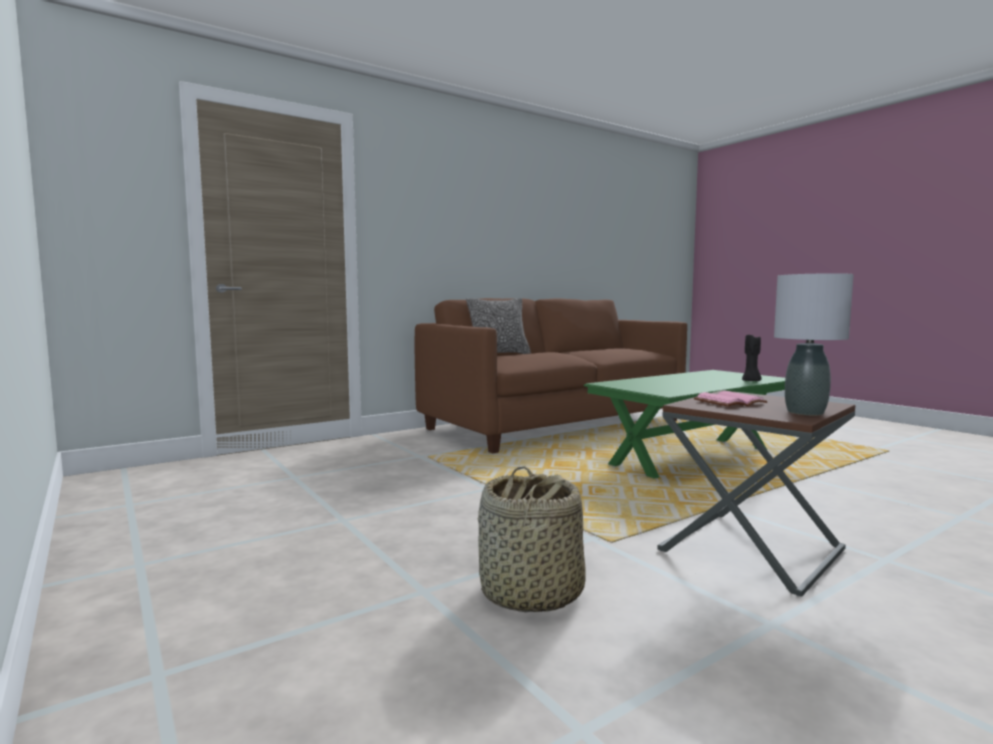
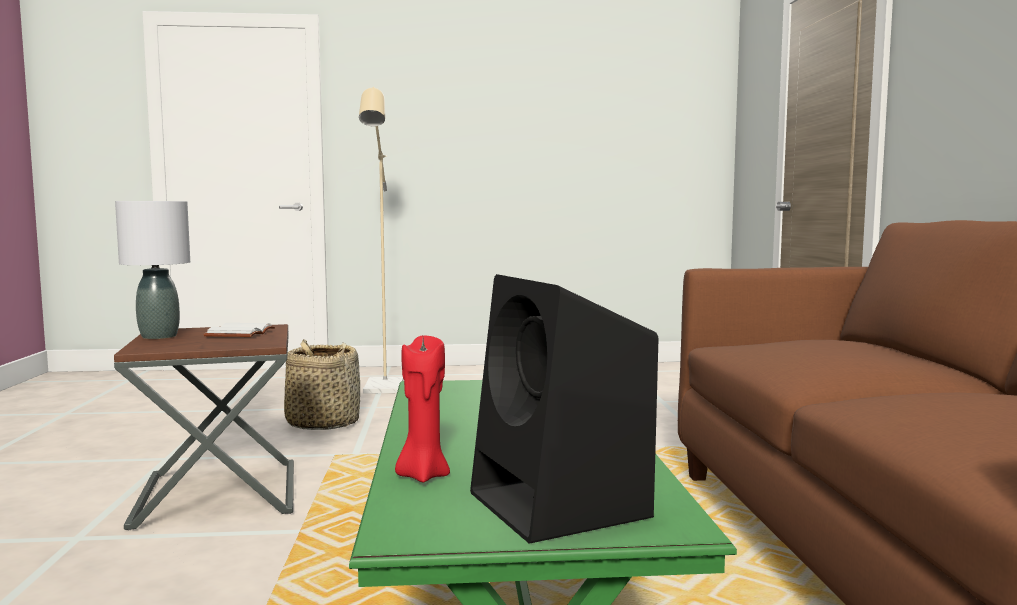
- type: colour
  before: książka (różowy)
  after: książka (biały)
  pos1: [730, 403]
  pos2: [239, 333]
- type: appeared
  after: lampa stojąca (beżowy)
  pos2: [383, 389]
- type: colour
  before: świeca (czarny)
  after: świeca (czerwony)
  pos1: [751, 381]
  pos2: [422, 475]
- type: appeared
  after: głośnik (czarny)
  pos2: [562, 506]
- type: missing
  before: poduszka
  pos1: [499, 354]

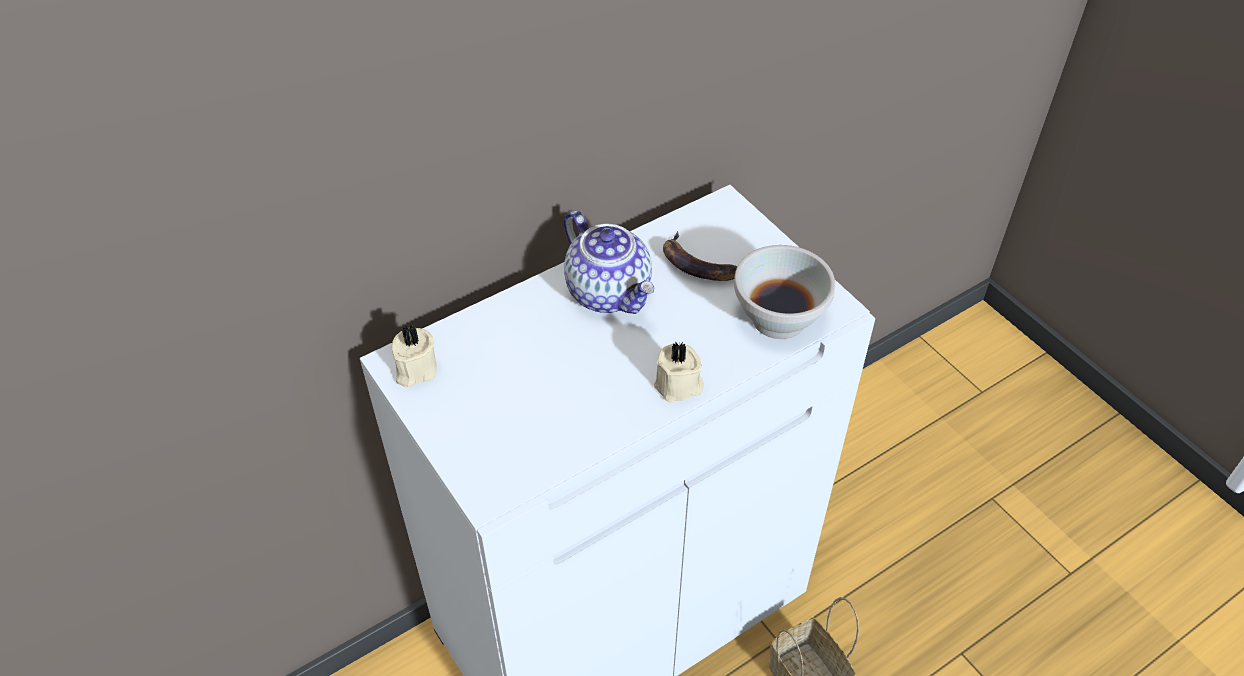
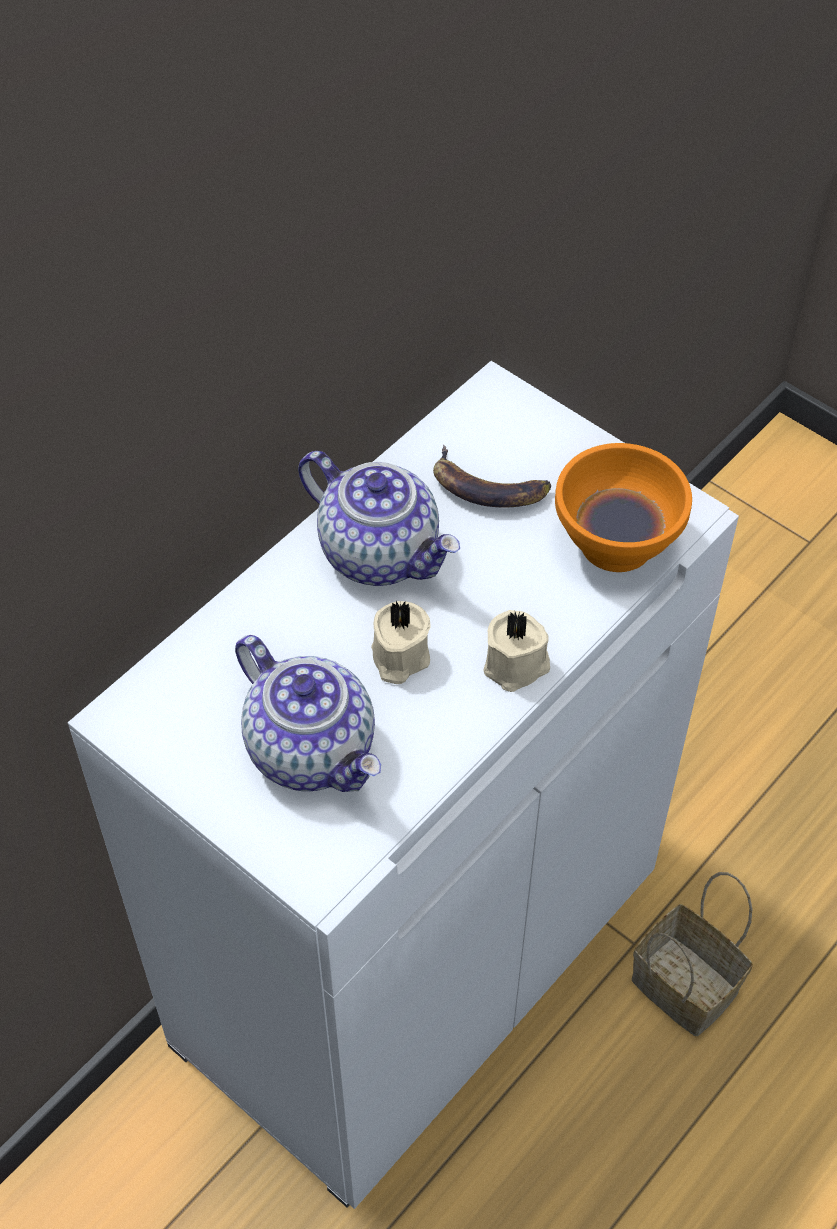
- type: appeared
  after: imbryk
  pos2: [313, 749]
- type: relocated
  before: świeca (beżowy)
  pos1: [415, 370]
  pos2: [398, 658]
- type: colour
  before: miska (biały)
  after: miska (pomarańczowy)
  pos1: [777, 318]
  pos2: [614, 543]

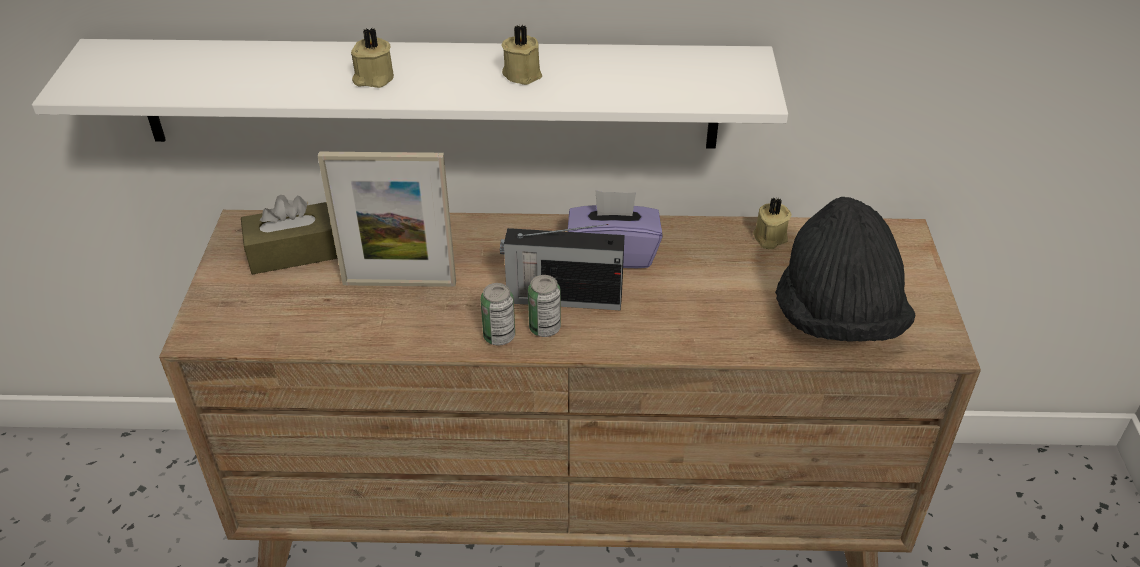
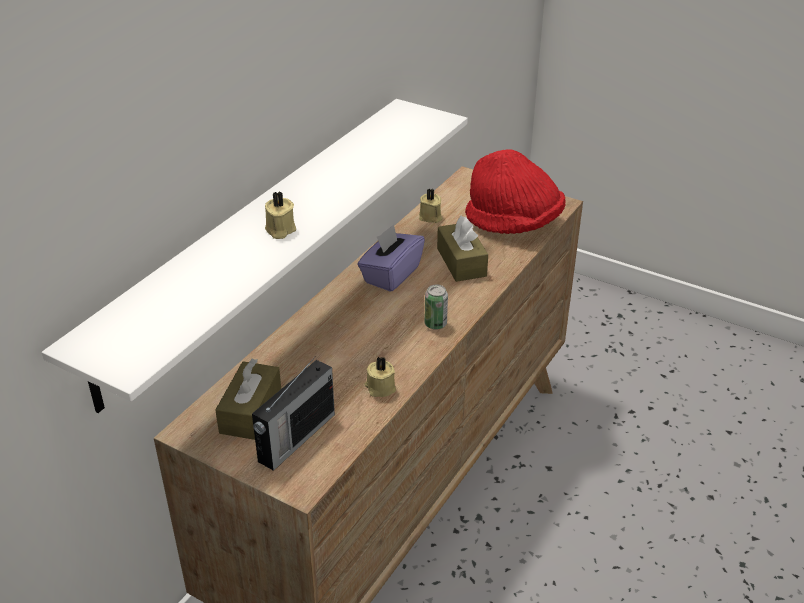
- type: relocated
  before: radio
  pos1: [562, 298]
  pos2: [295, 438]
- type: relocated
  before: świeca (beżowy)
  pos1: [522, 73]
  pos2: [380, 388]
- type: appeared
  after: pudełko chusteczek (brązowy)
  pos2: [461, 262]
- type: colour
  before: kapelusz (czarny)
  after: kapelusz (czerwony)
  pos1: [836, 318]
  pos2: [514, 224]
- type: missing
  before: ramka na zdjęcie
  pos1: [399, 283]
- type: missing
  before: puszka
  pos1: [499, 336]

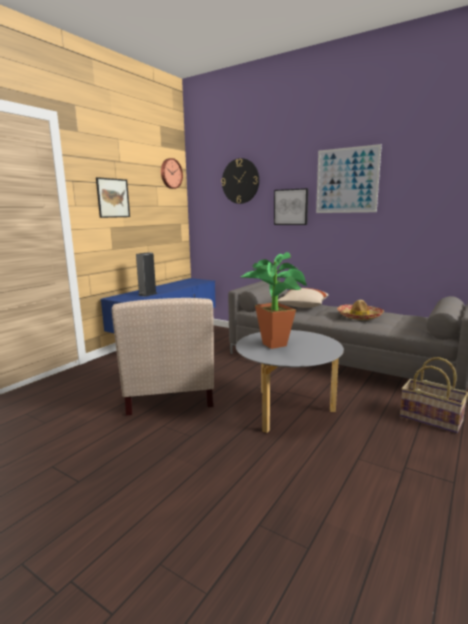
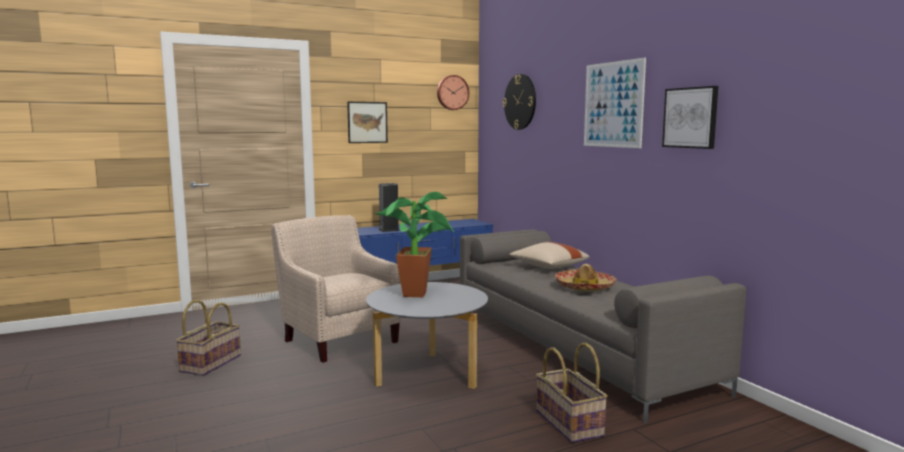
- type: appeared
  after: koszyk
  pos2: [210, 363]
- type: spun
  before: fotel (beżowy)
  pos1: [168, 398]
  pos2: [339, 338]
  turn: 120
- type: relocated
  before: obraz
  pos1: [291, 207]
  pos2: [690, 117]

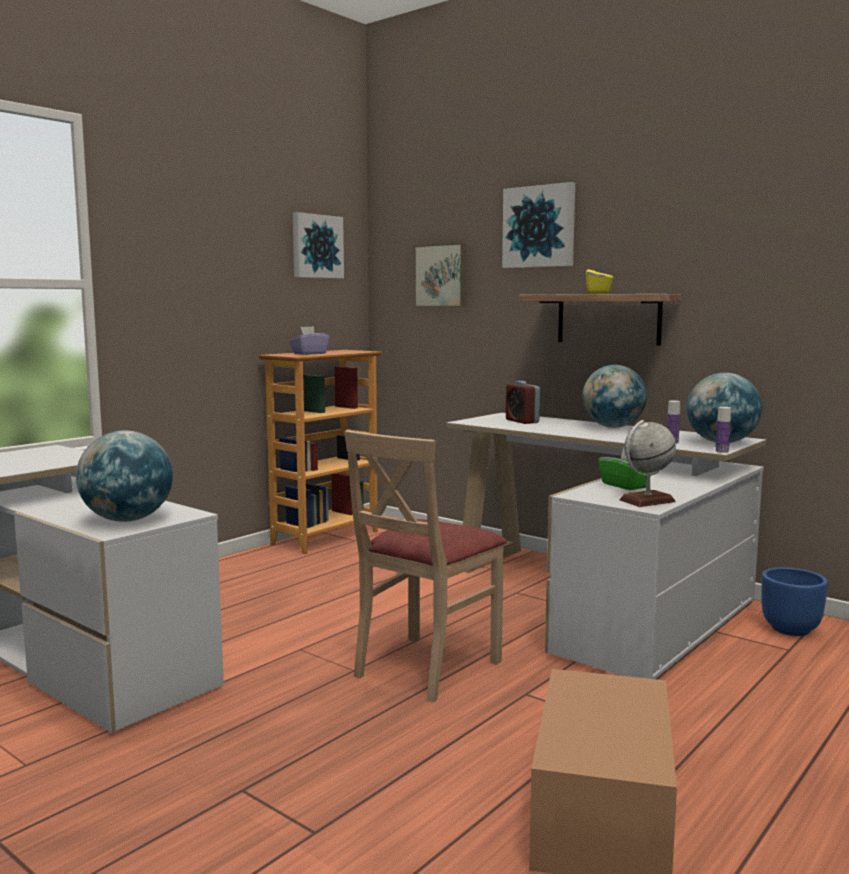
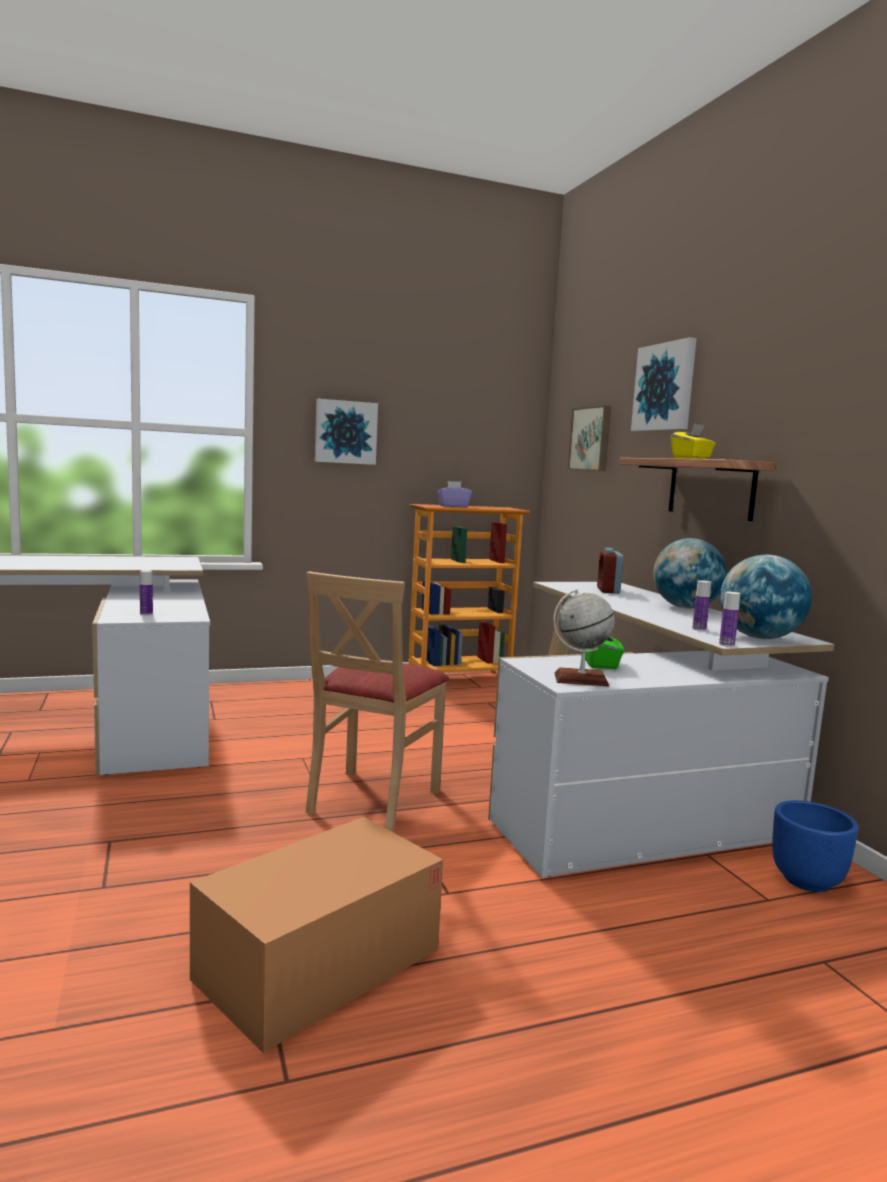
- type: exchanged
  before: globus
  after: butelka
  pos1: [127, 520]
  pos2: [146, 614]
- type: spun
  before: krzesło (beżowy)
  pos1: [425, 667]
  pos2: [372, 800]
  turn: -45
- type: relocated
  before: obraz
  pos1: [316, 246]
  pos2: [345, 432]

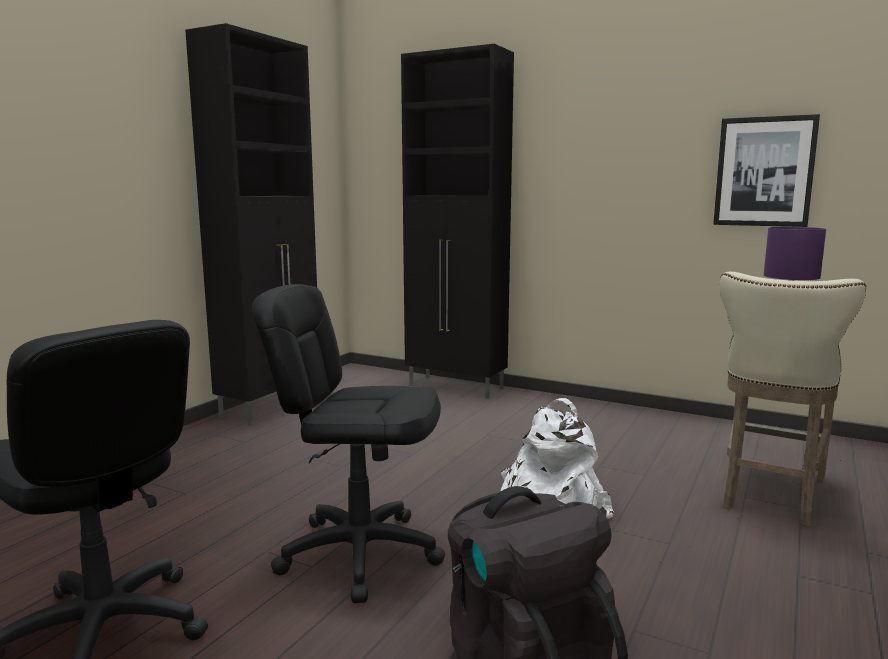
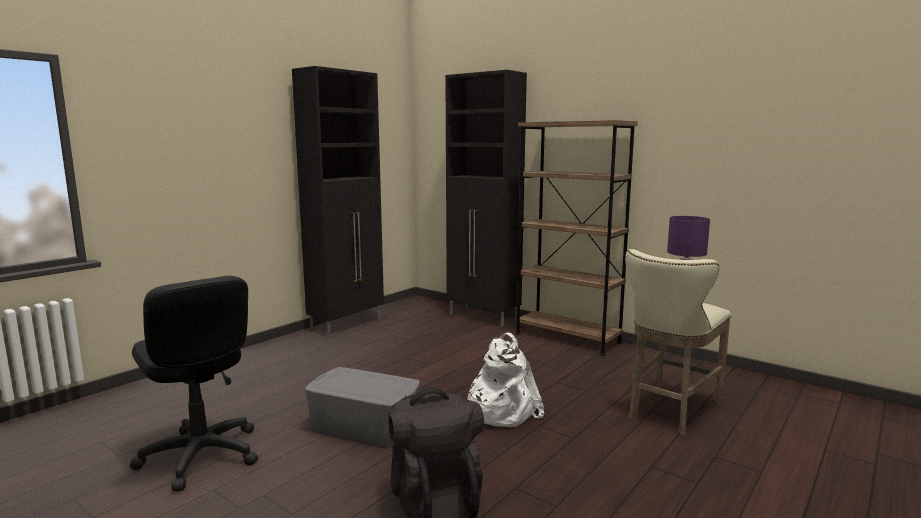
- type: exchanged
  before: krzesło biurowe (czarny)
  after: pojemnik do przechowywania (szary)
  pos1: [359, 553]
  pos2: [364, 426]
- type: appeared
  after: regał (brązowy)
  pos2: [567, 338]
- type: missing
  before: obraz
  pos1: [764, 172]

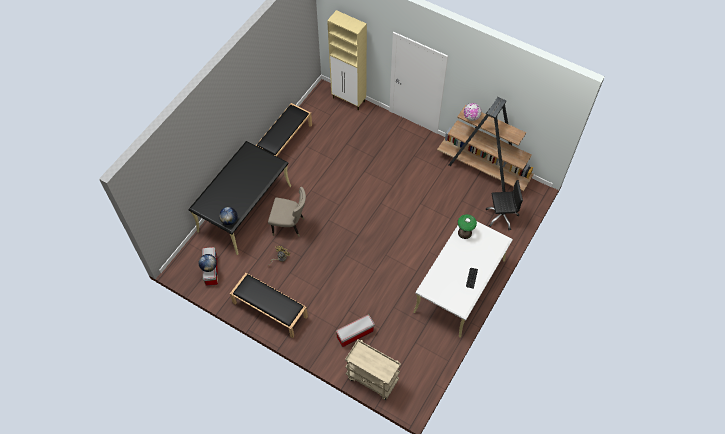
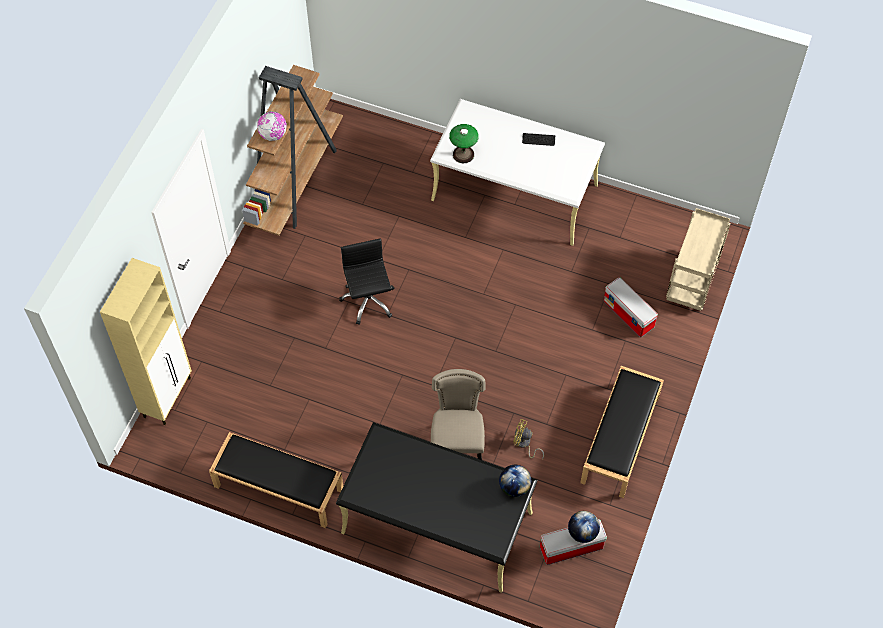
- type: relocated
  before: krzesło biurowe (czarny)
  pos1: [501, 216]
  pos2: [368, 301]

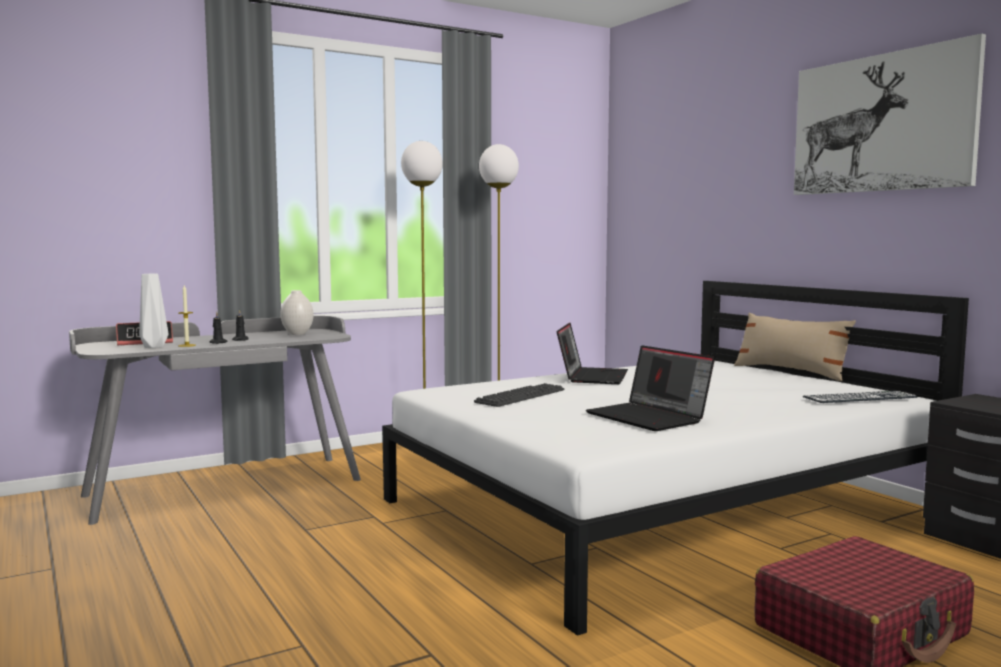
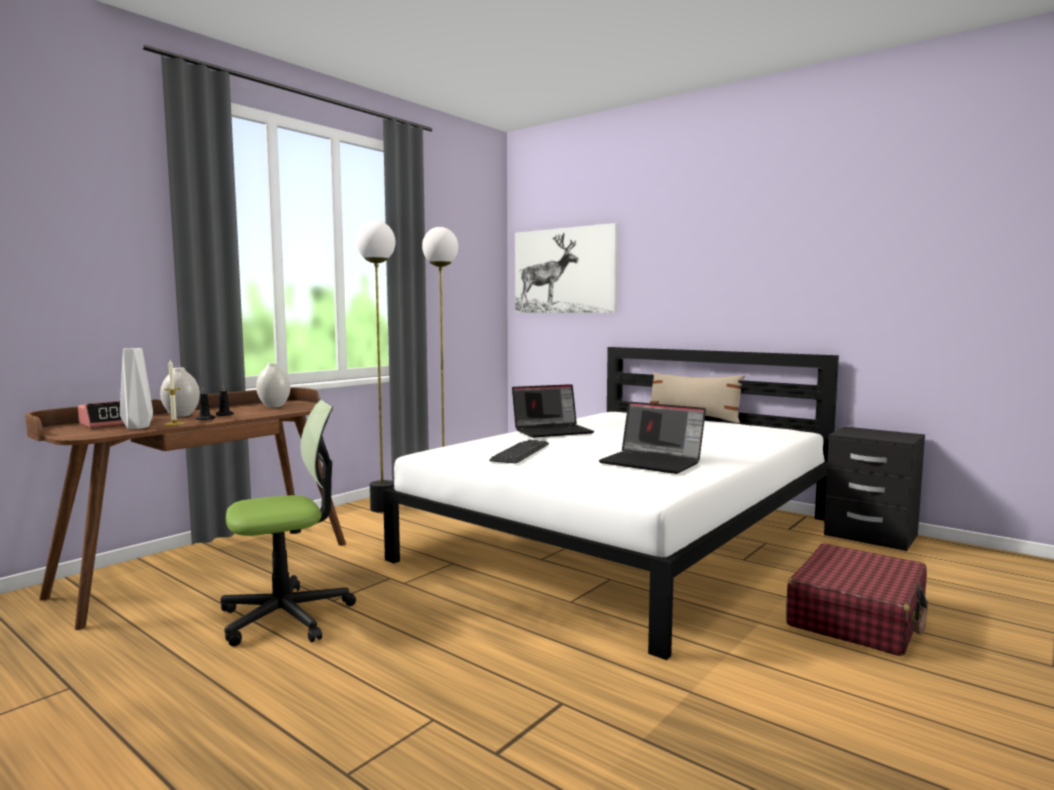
- type: colour
  before: biurko (szary)
  after: biurko (brązowy)
  pos1: [225, 487]
  pos2: [207, 568]
- type: appeared
  after: wazon (biały)
  pos2: [181, 415]
- type: appeared
  after: krzesło biurowe
  pos2: [286, 616]
- type: spun
  before: laptop
  pos1: [592, 376]
  pos2: [553, 431]
  turn: 75
- type: relocated
  before: obraz
  pos1: [881, 123]
  pos2: [564, 271]
- type: missing
  before: klawiatura
  pos1: [860, 397]

